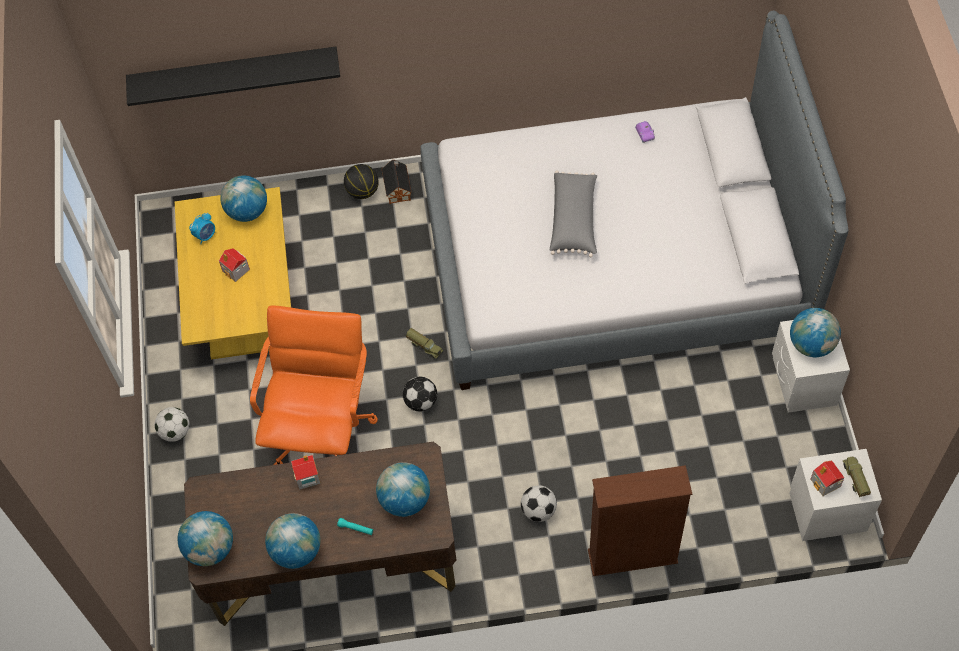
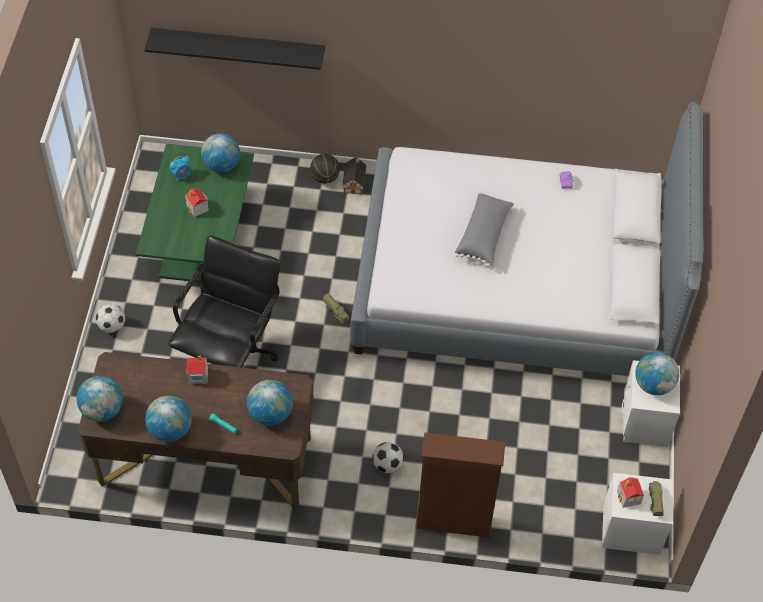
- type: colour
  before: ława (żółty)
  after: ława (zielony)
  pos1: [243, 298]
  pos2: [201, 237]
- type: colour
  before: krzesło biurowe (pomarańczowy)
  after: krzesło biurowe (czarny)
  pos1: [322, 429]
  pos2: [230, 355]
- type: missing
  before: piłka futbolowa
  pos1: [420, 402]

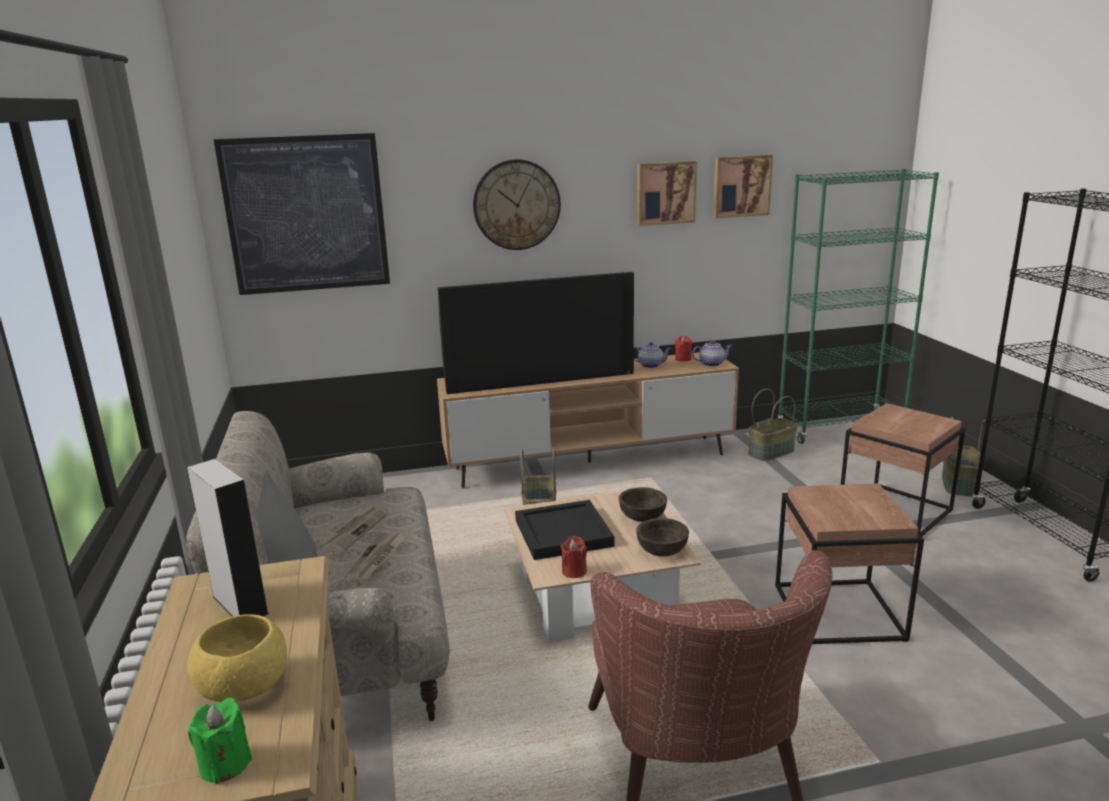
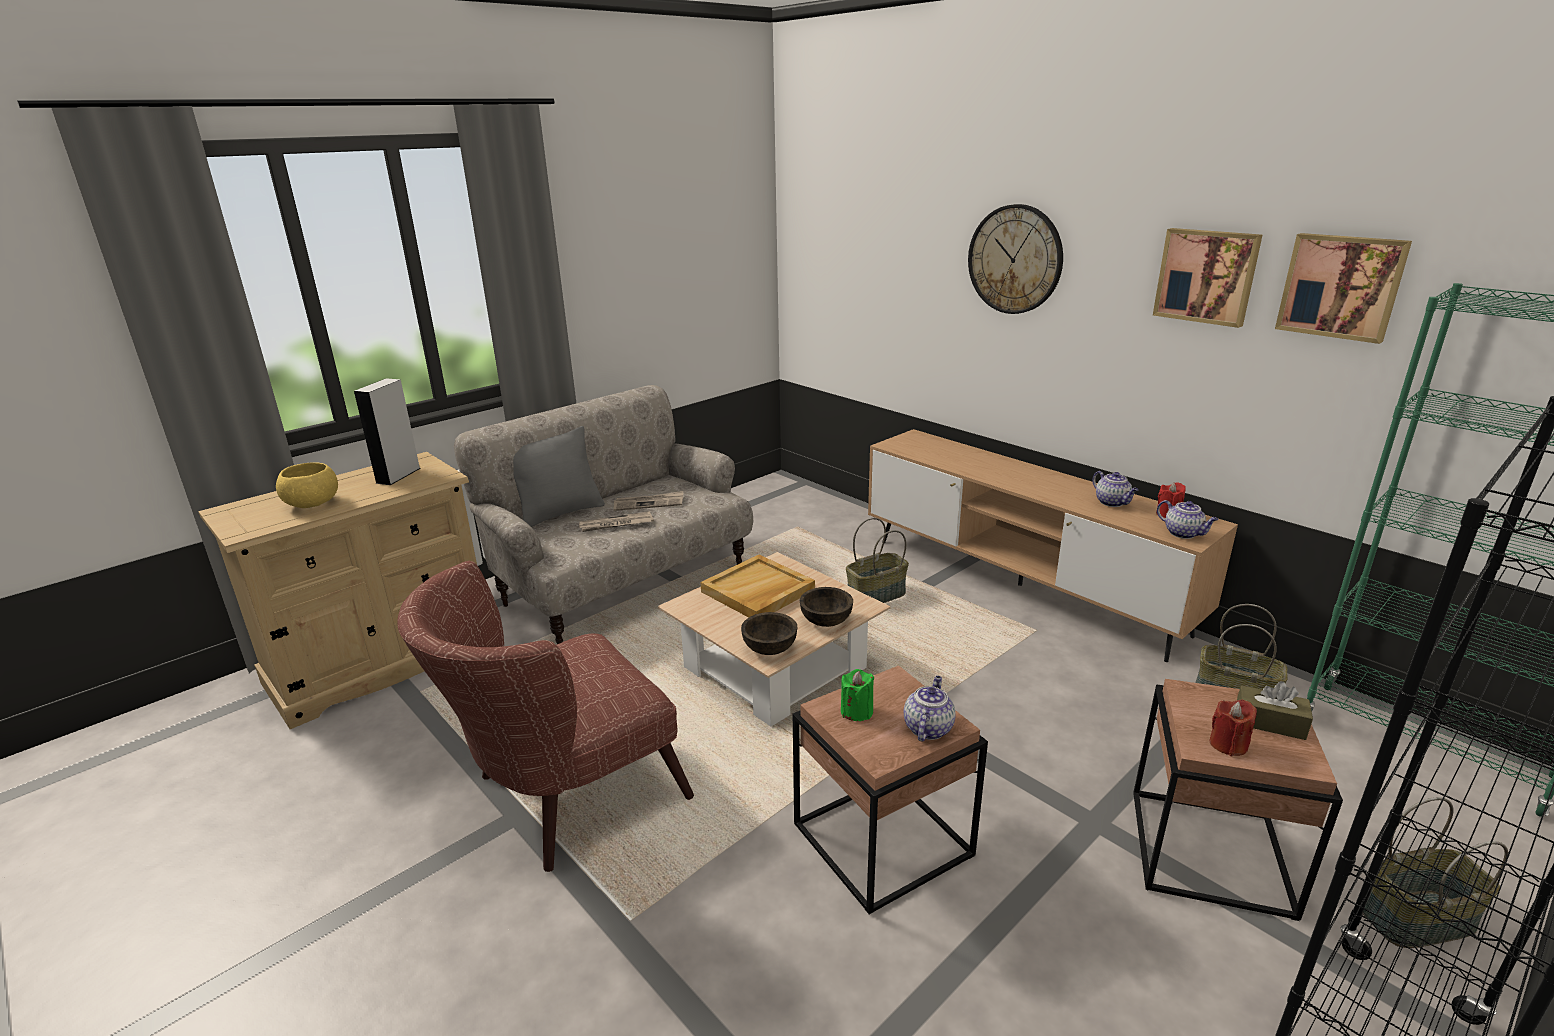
- type: colour
  before: taca (czarny)
  after: taca (beżowy)
  pos1: [564, 533]
  pos2: [757, 591]
- type: relocated
  before: świeca (zielony)
  pos1: [225, 764]
  pos2: [856, 711]
- type: appeared
  after: imbryk
  pos2: [927, 728]
- type: relocated
  before: świeca (czerwony)
  pos1: [574, 571]
  pos2: [1228, 744]
- type: appeared
  after: pudełko chusteczek (brązowy)
  pos2: [1269, 722]
- type: missing
  before: obraz
  pos1: [306, 214]
- type: missing
  before: telewizor
  pos1: [540, 380]

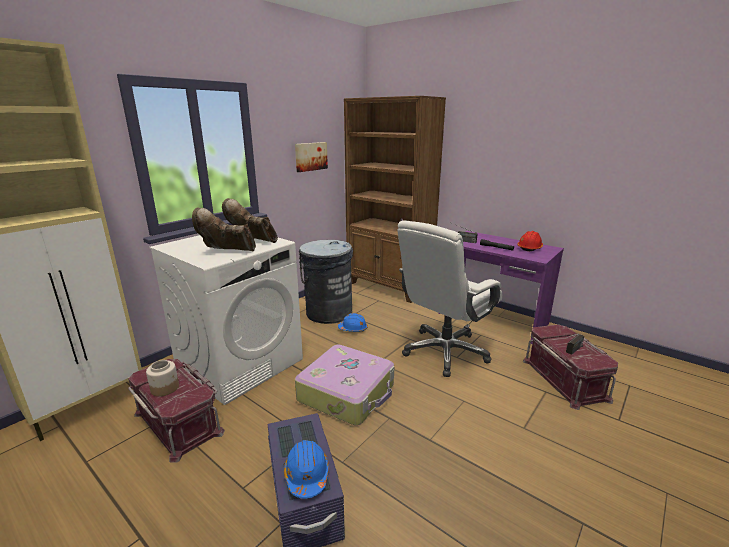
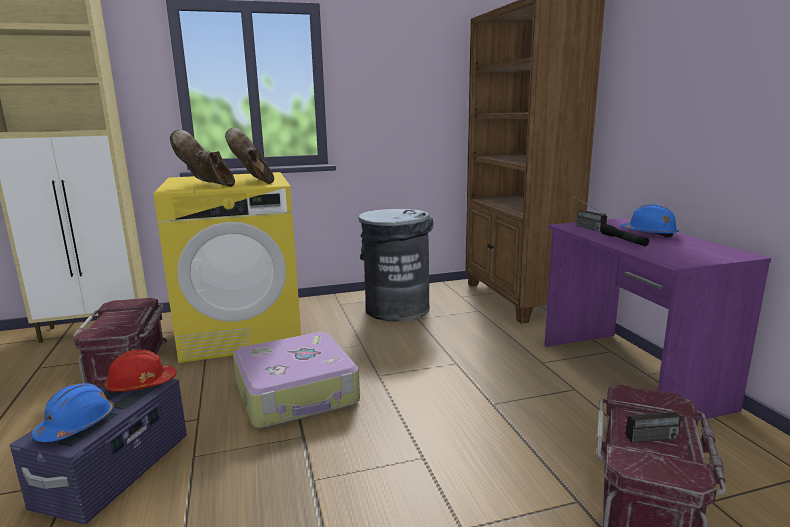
- type: relocated
  before: kask (czerwony)
  pos1: [529, 248]
  pos2: [141, 384]
- type: colour
  before: pralka (biały)
  after: pralka (żółty)
  pos1: [240, 363]
  pos2: [242, 332]
- type: relocated
  before: kask (niebieski)
  pos1: [353, 329]
  pos2: [649, 233]
- type: missing
  before: słoik
  pos1: [165, 388]
- type: missing
  before: obraz
  pos1: [310, 156]
- type: missing
  before: krzesło biurowe (biały)
  pos1: [445, 352]

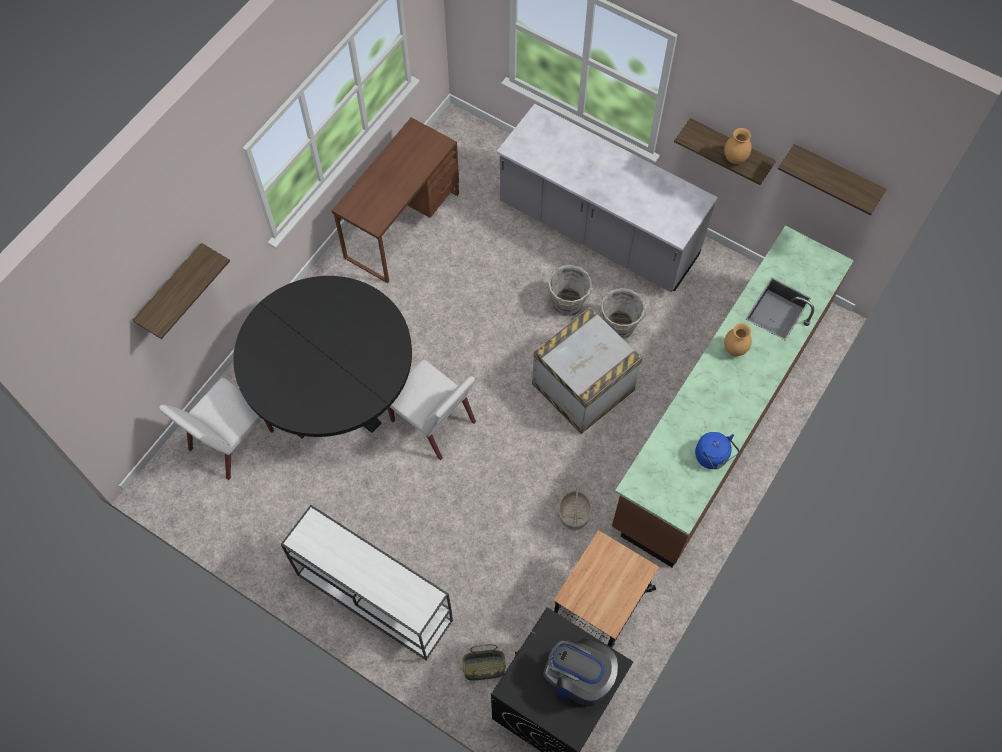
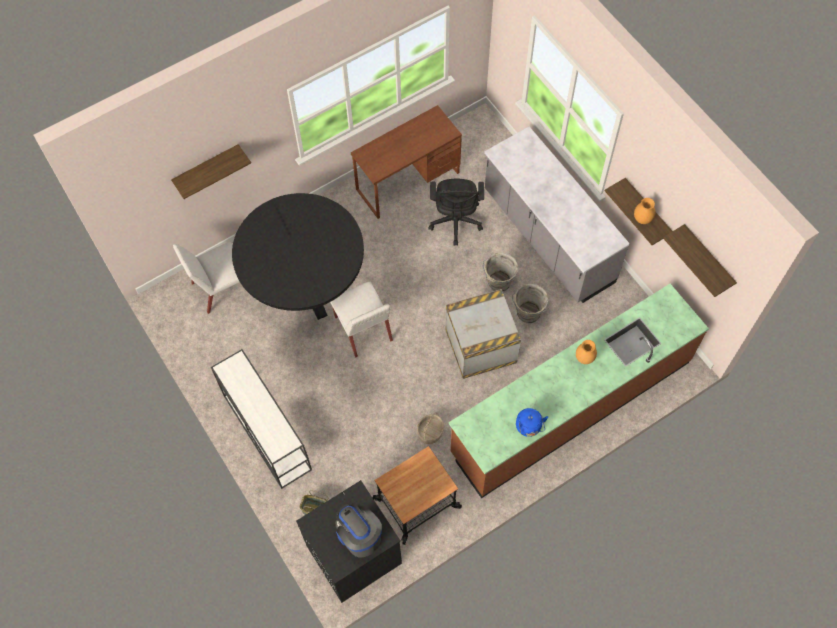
- type: appeared
  after: krzesło biurowe (czarny)
  pos2: [455, 222]

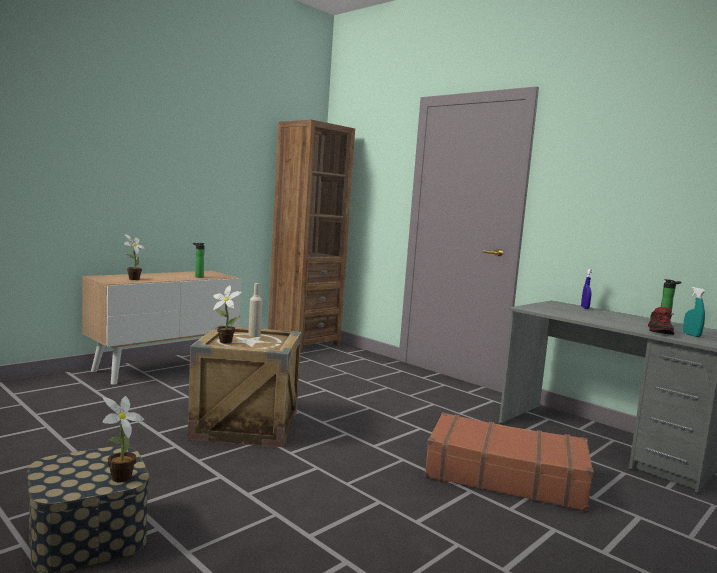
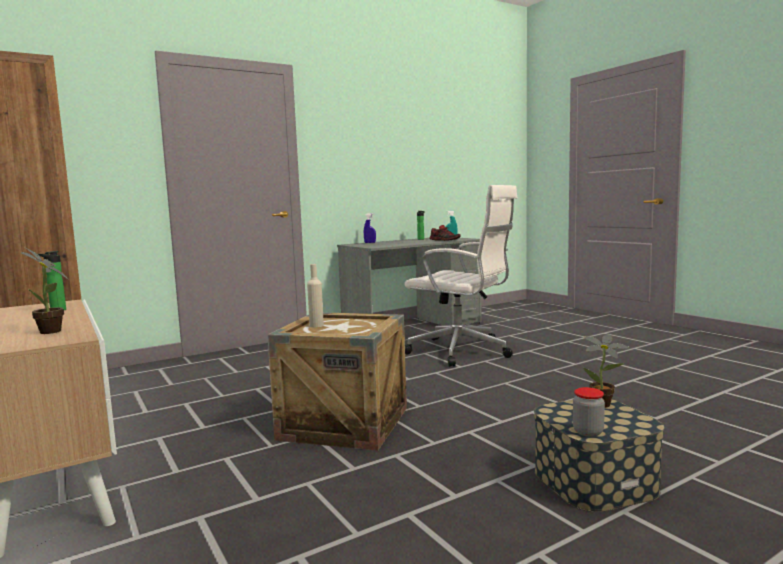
- type: exchanged
  before: walizka (brązowy)
  after: krzesło biurowe (biały)
  pos1: [505, 475]
  pos2: [462, 351]
- type: appeared
  after: słoik
  pos2: [588, 432]
- type: missing
  before: roślina doniczkowa
  pos1: [224, 341]

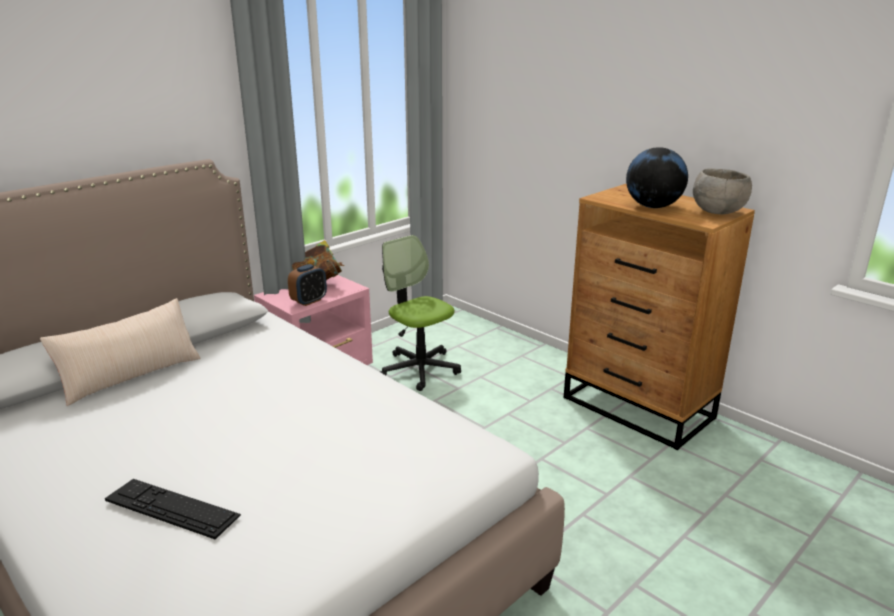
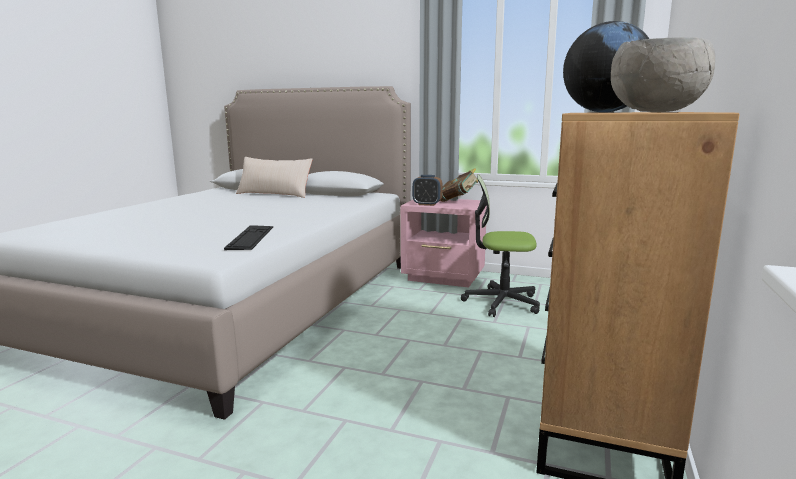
- type: relocated
  before: klawiatura
  pos1: [172, 507]
  pos2: [251, 237]
- type: spun
  before: krzesło biurowe
  pos1: [419, 369]
  pos2: [501, 302]
  turn: -105

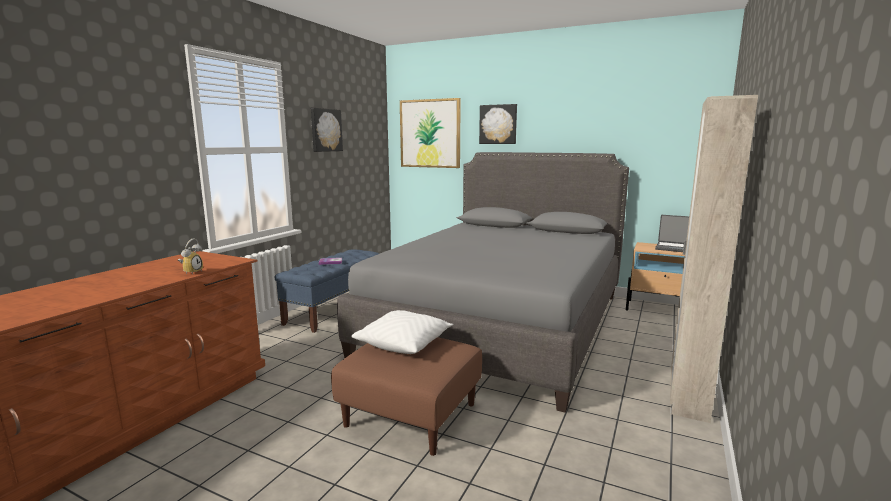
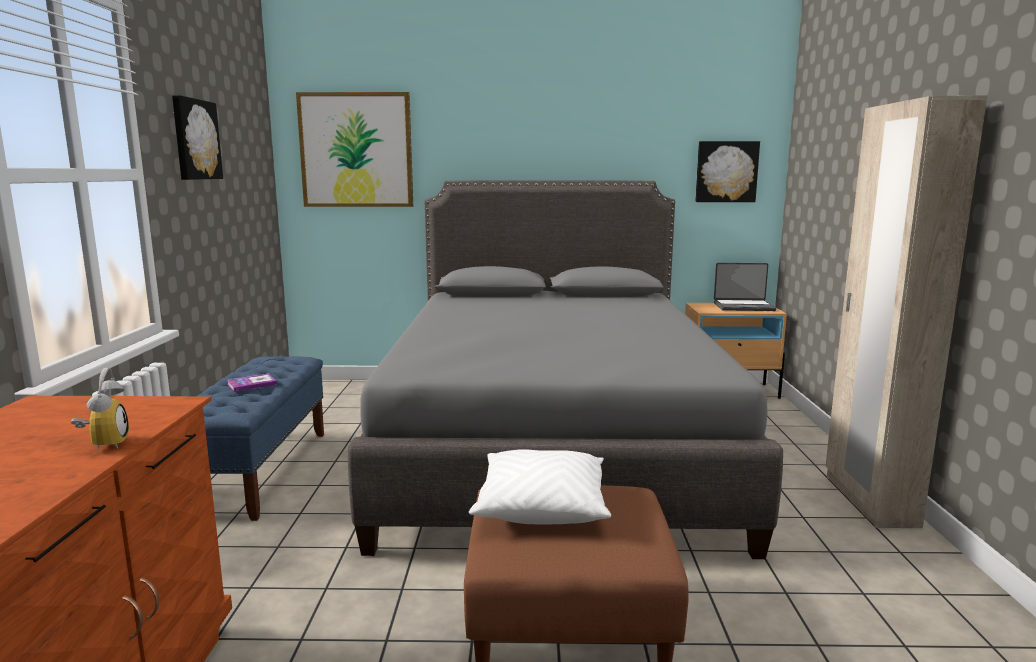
- type: relocated
  before: obraz
  pos1: [498, 124]
  pos2: [726, 172]

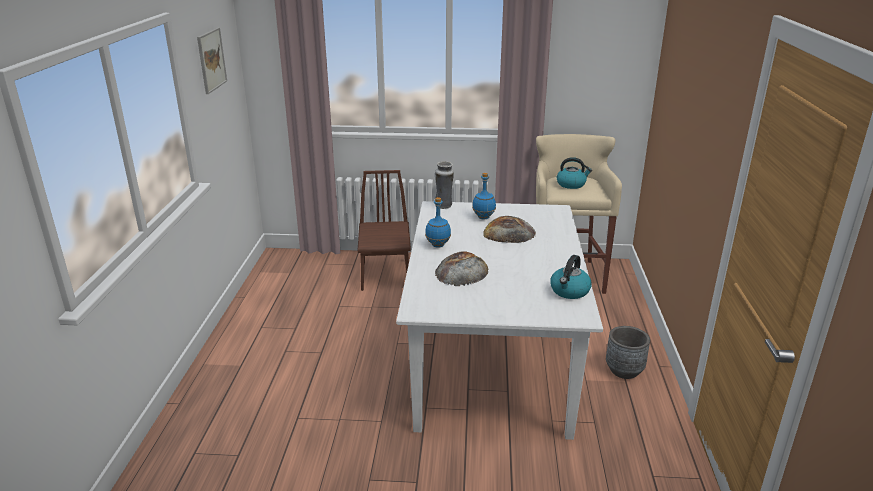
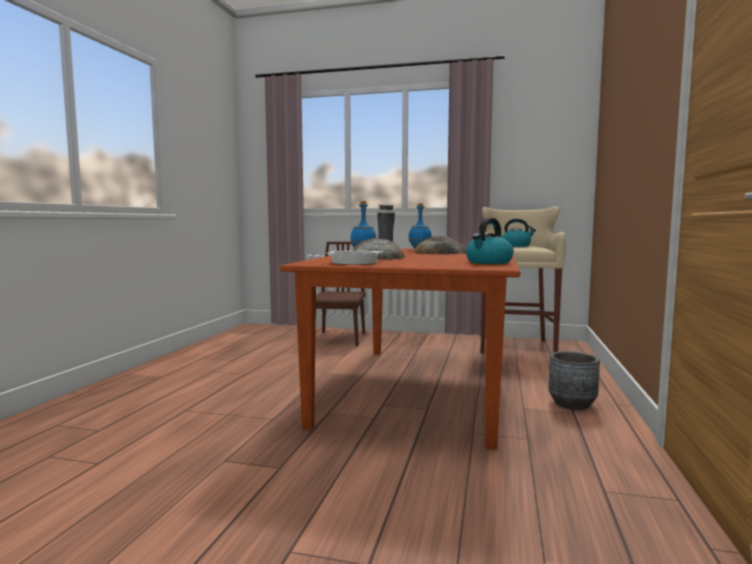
- type: colour
  before: stół jadalny (biały)
  after: stół jadalny (brązowy)
  pos1: [493, 360]
  pos2: [420, 388]
- type: appeared
  after: garnek
  pos2: [354, 262]
- type: missing
  before: obraz
  pos1: [211, 60]

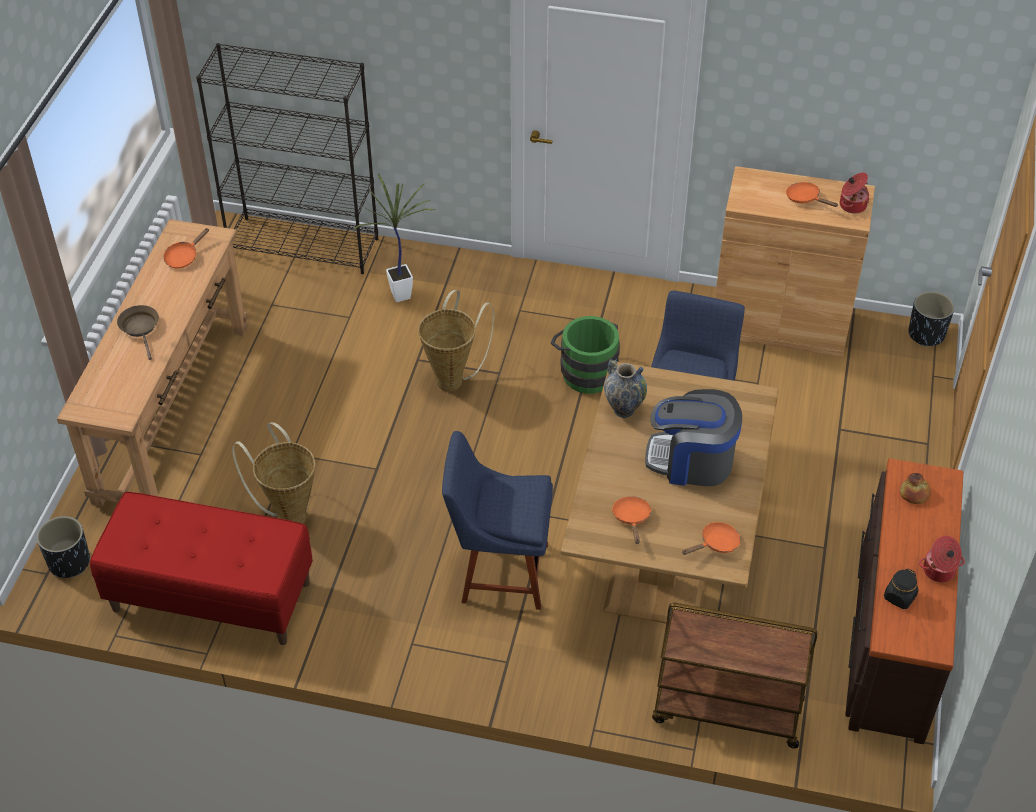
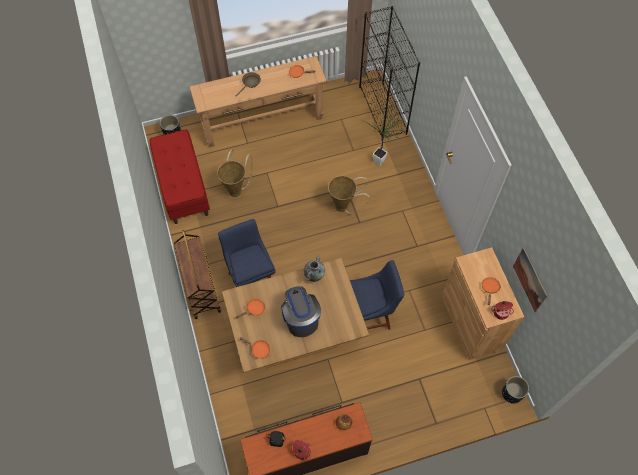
- type: relocated
  before: wózek (brązowy)
  pos1: [726, 711]
  pos2: [200, 287]
- type: appeared
  after: obraz
  pos2: [530, 280]
- type: missing
  before: wiadro (zielony)
  pos1: [585, 371]

